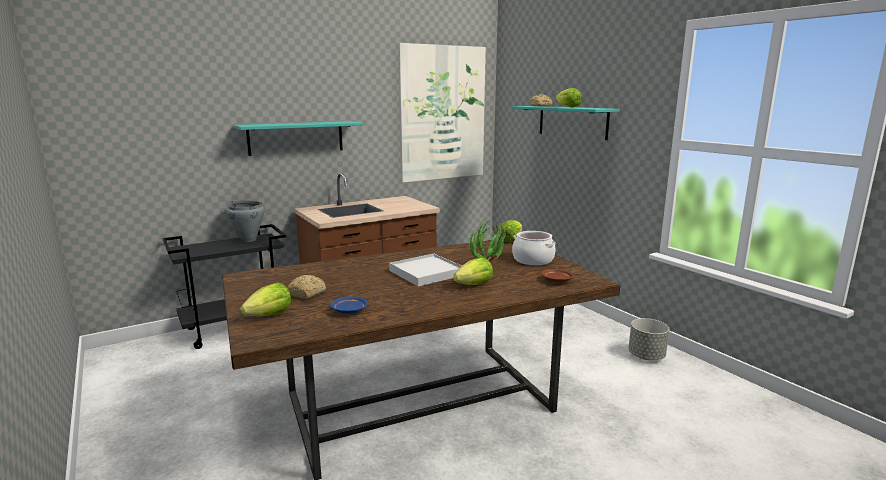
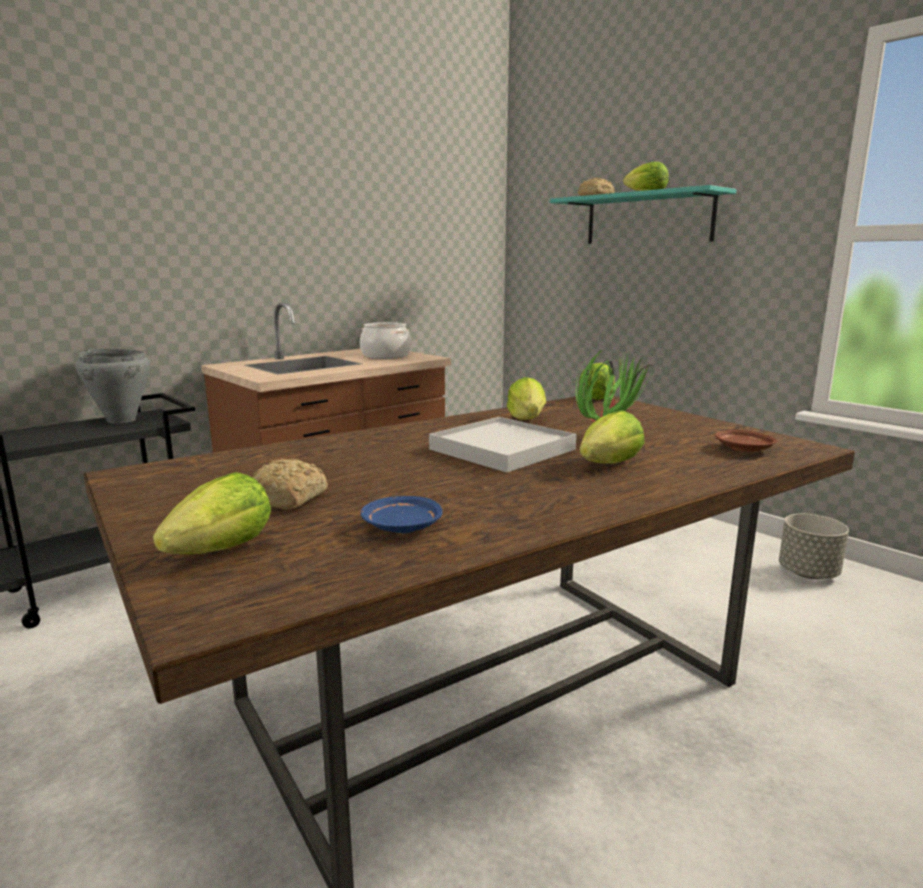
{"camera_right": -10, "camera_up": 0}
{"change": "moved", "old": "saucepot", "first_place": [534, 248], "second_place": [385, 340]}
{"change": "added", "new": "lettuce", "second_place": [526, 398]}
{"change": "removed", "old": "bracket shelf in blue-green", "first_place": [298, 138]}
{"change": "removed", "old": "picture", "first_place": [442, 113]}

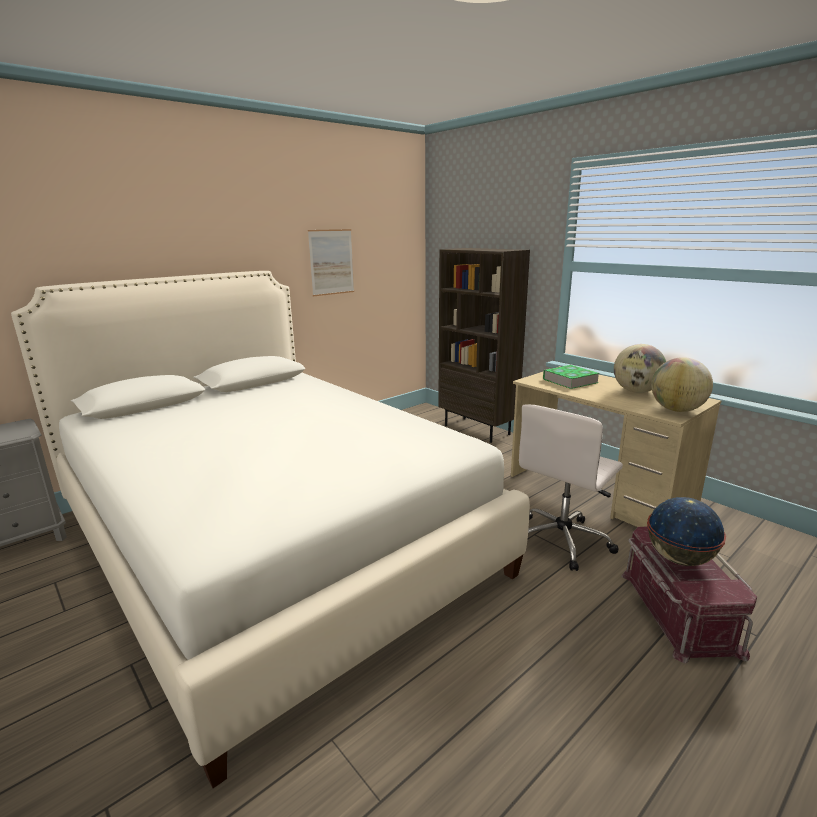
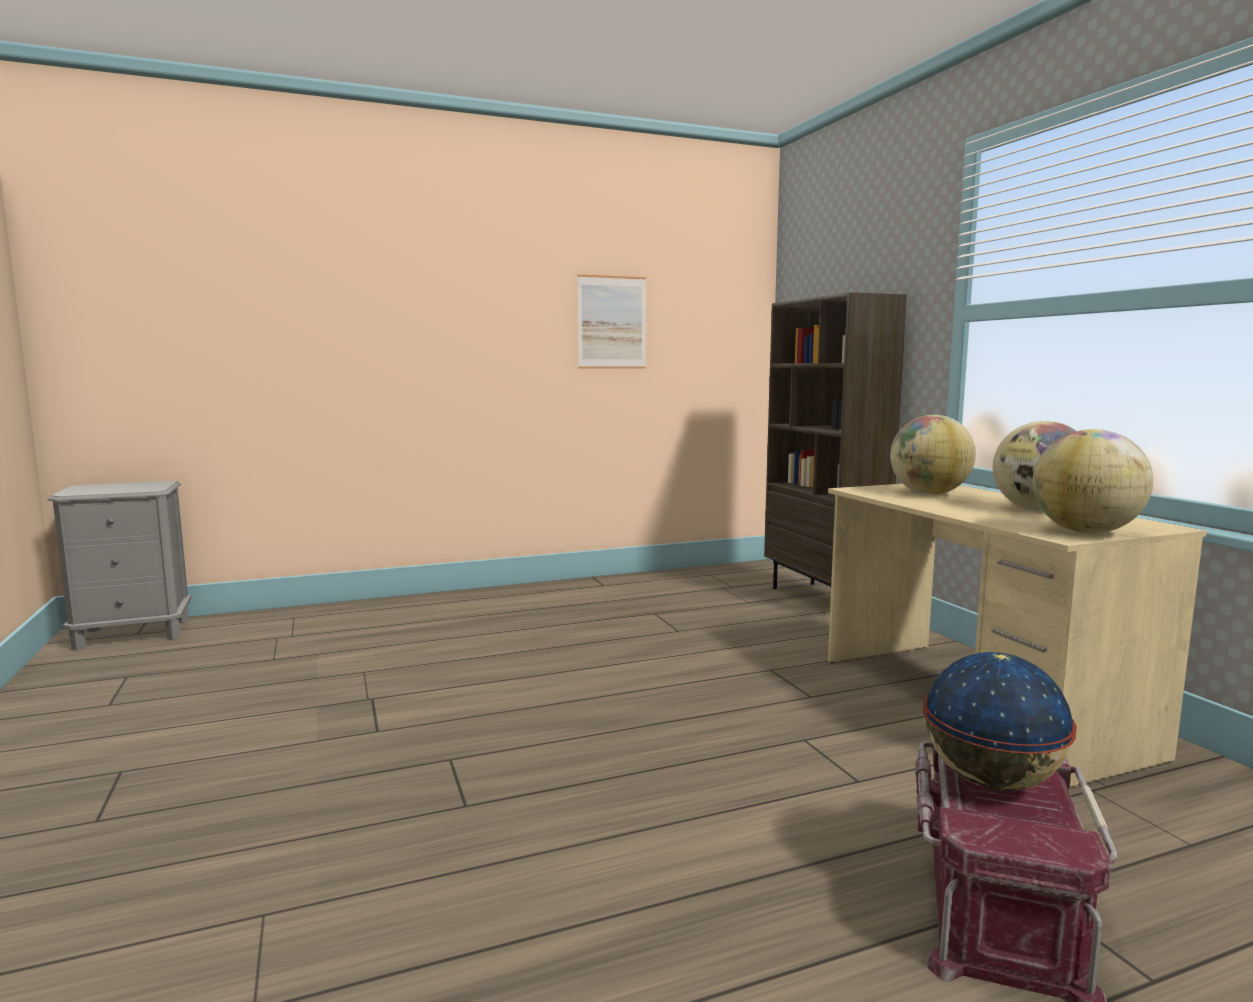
{"camera_right": 20, "camera_up": -10}
{"change": "replaced", "old": "bound book", "new": "desk globe", "first_place": [571, 377], "second_place": [933, 455]}
{"change": "removed", "old": "bed in whitish", "first_place": [270, 529]}
{"change": "removed", "old": "office chair in whitish", "first_place": [571, 487]}

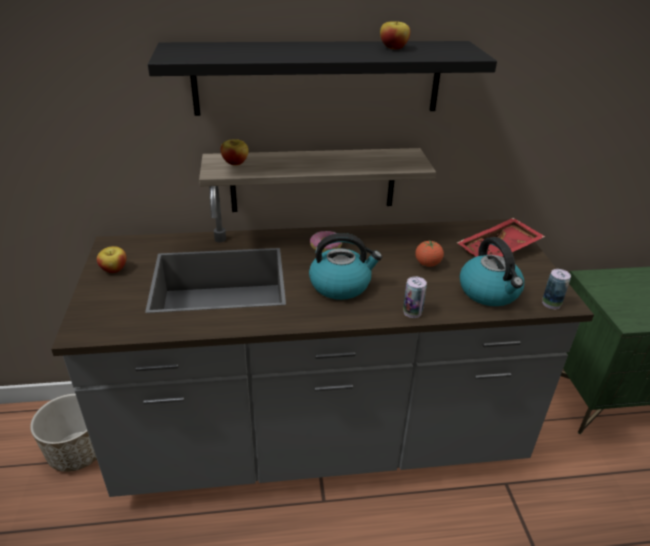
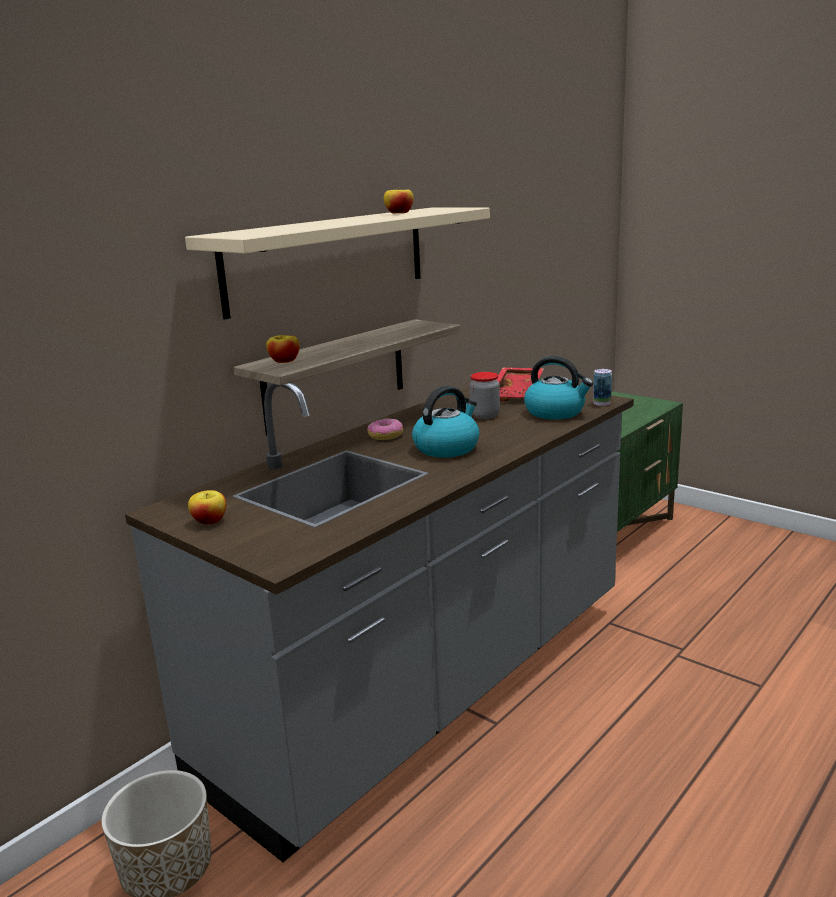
{"camera_right": -40, "camera_up": -15}
{"change": "recoloured", "old": "bracket shelf in black", "new": "bracket shelf in sand-coloured", "first_place": [322, 78], "second_place": [337, 263]}
{"change": "replaced", "old": "fresh tomato", "new": "storage jar", "first_place": [429, 253], "second_place": [485, 395]}
{"change": "removed", "old": "sealed can", "first_place": [415, 297]}

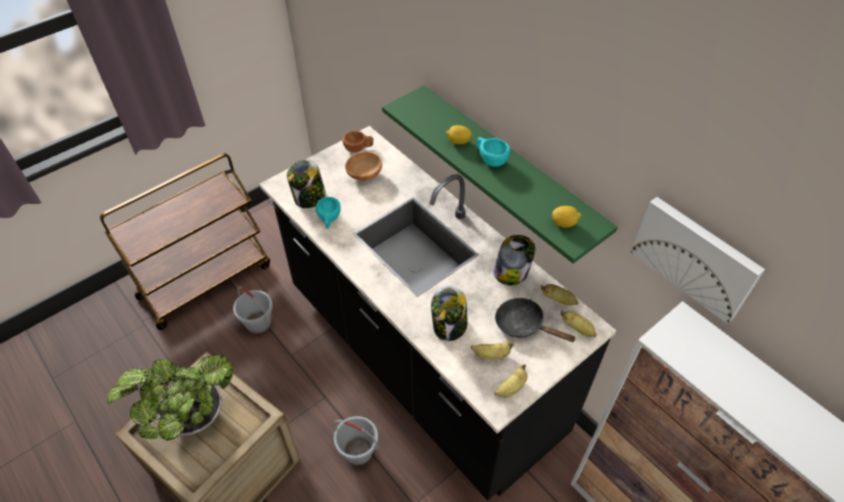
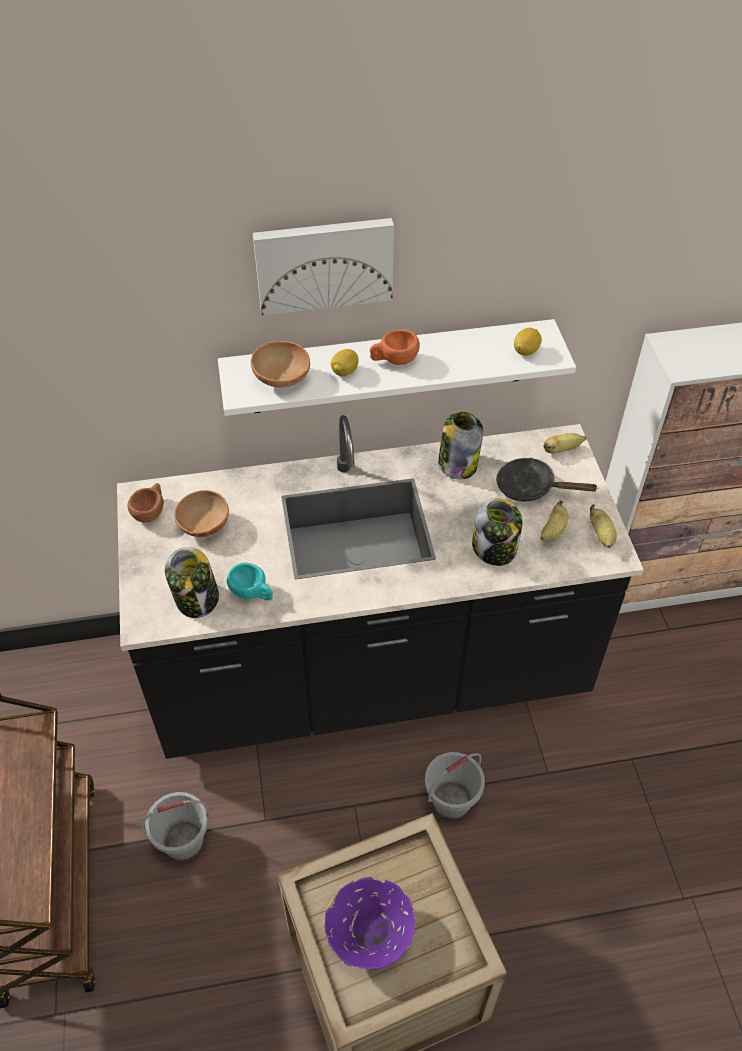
{"camera_right": -60, "camera_up": 0}
{"change": "recoloured", "old": "bracket shelf in green-coloured", "new": "bracket shelf in whitish", "first_place": [500, 174], "second_place": [397, 367]}
{"change": "added", "new": "serving bowl in brownish", "second_place": [280, 364]}
{"change": "moved", "old": "picture", "first_place": [698, 260], "second_place": [323, 266]}
{"change": "replaced", "old": "potted plant", "new": "serving bowl in purple", "first_place": [170, 397], "second_place": [370, 923]}
{"change": "recoloured", "old": "small cup in blue-green", "new": "small cup in orange", "first_place": [494, 152], "second_place": [395, 347]}
{"change": "turned", "old": "pan in black", "first_place": [535, 320], "second_place": [547, 479], "degrees": 45}
{"change": "removed", "old": "banana", "first_place": [559, 295]}

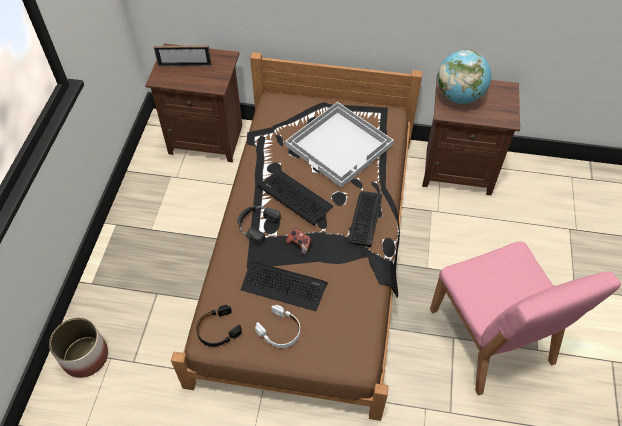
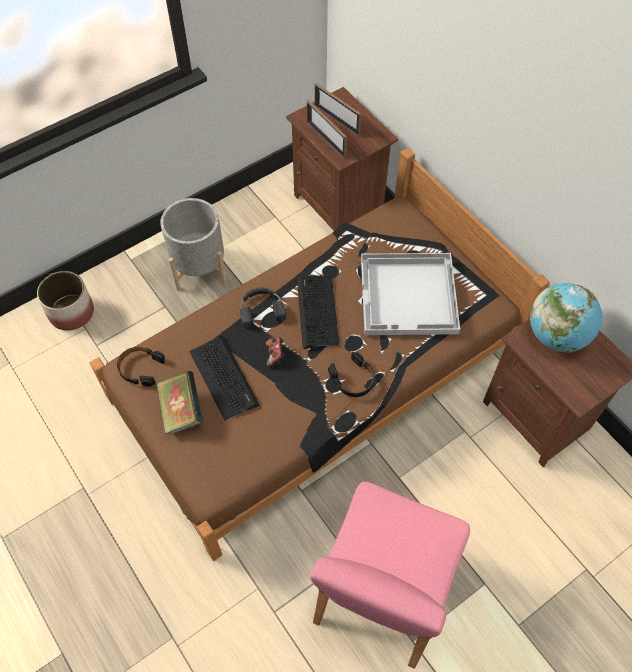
{"camera_right": 45, "camera_up": 5}
{"change": "replaced", "old": "pair of headphones in whitish", "new": "bound book", "first_place": [277, 326], "second_place": [179, 403]}
{"change": "added", "new": "flower pot in gray", "second_place": [193, 244]}
{"change": "added", "new": "picture frame", "second_place": [327, 129]}
{"change": "replaced", "old": "computer keyboard", "new": "pair of headphones in black", "first_place": [365, 219], "second_place": [351, 374]}

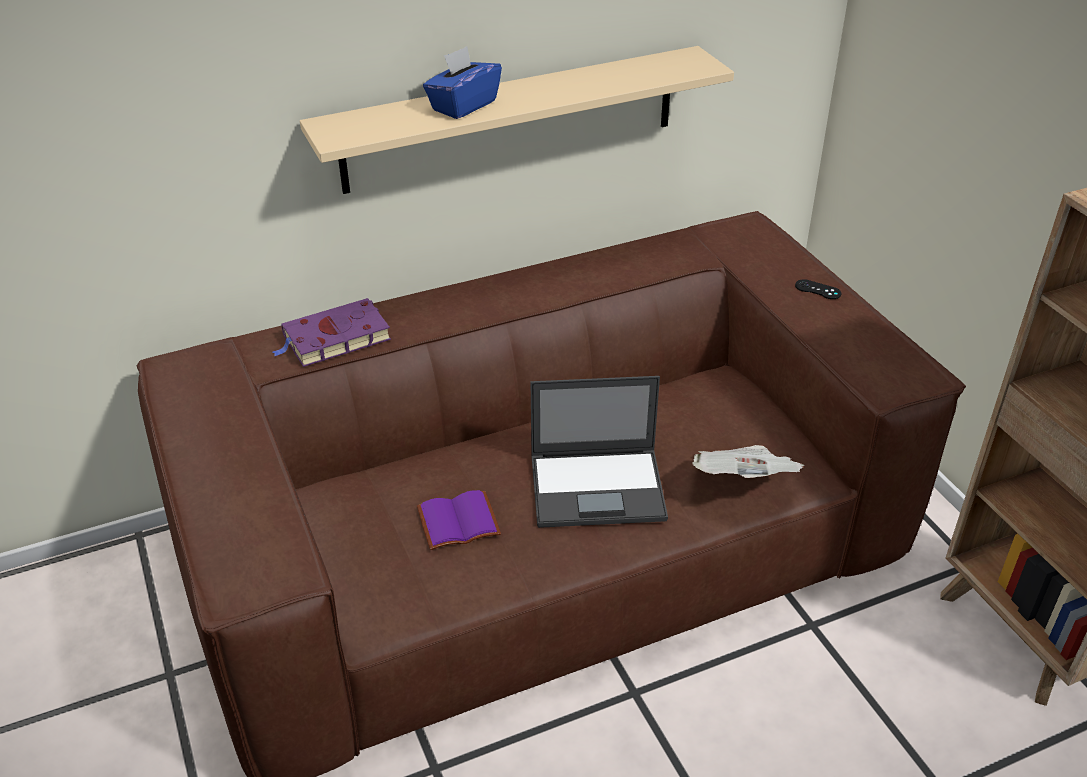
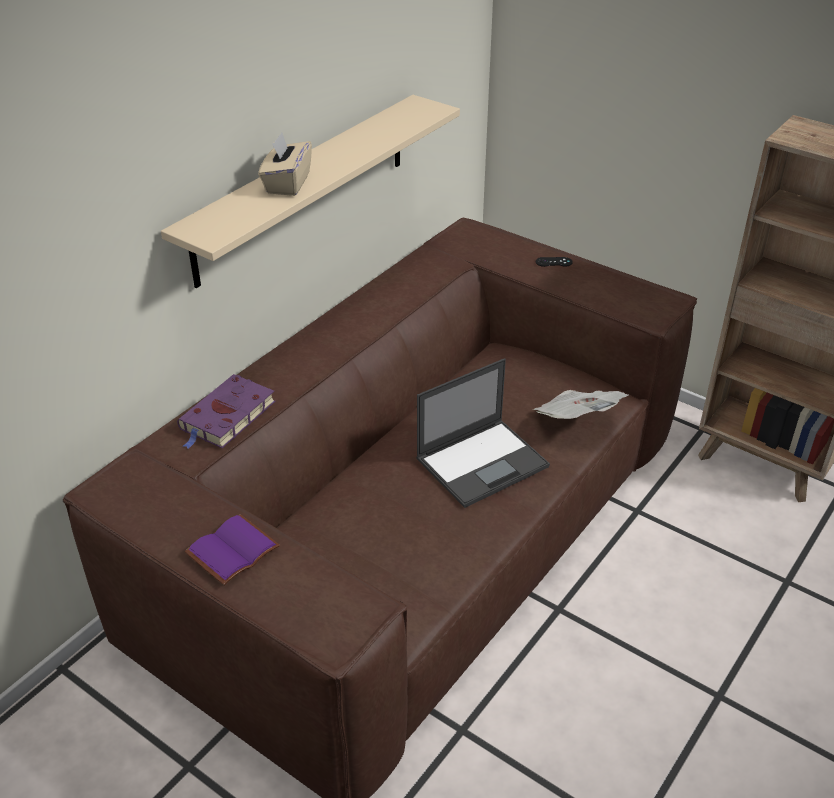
{"camera_right": -30, "camera_up": 0}
{"change": "moved", "old": "bound book in purple", "first_place": [459, 520], "second_place": [232, 549]}
{"change": "recoloured", "old": "box of tissues in bluish", "new": "box of tissues in sand-coloured", "first_place": [462, 82], "second_place": [285, 164]}

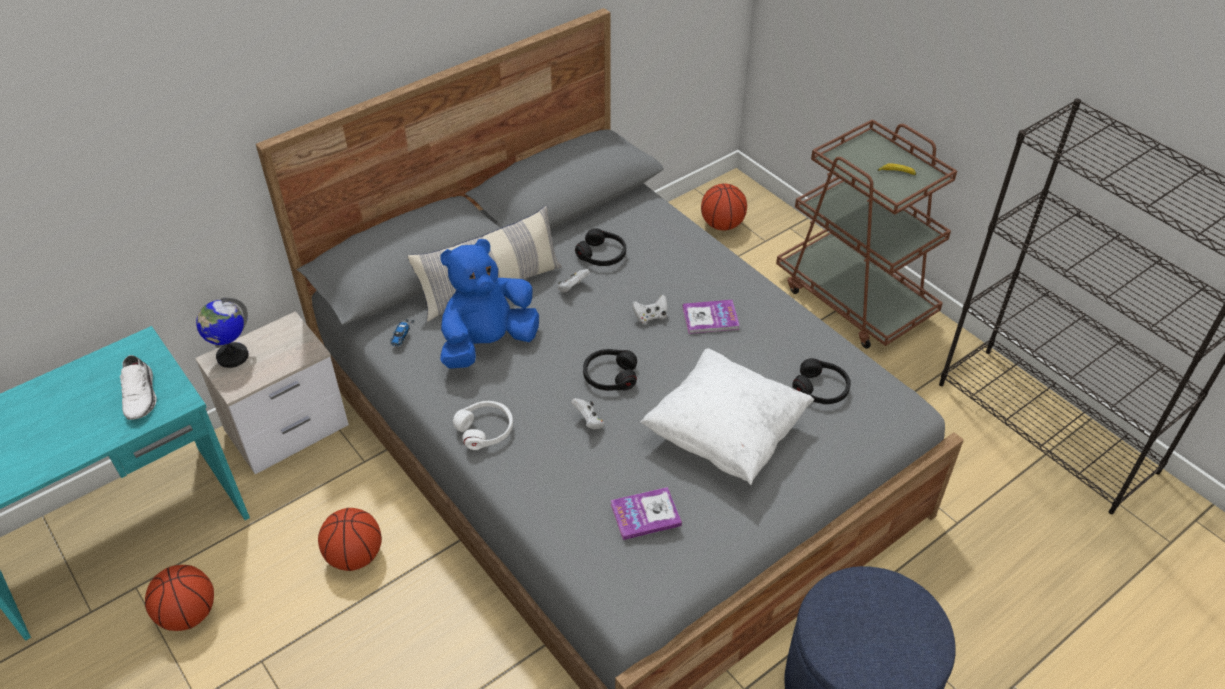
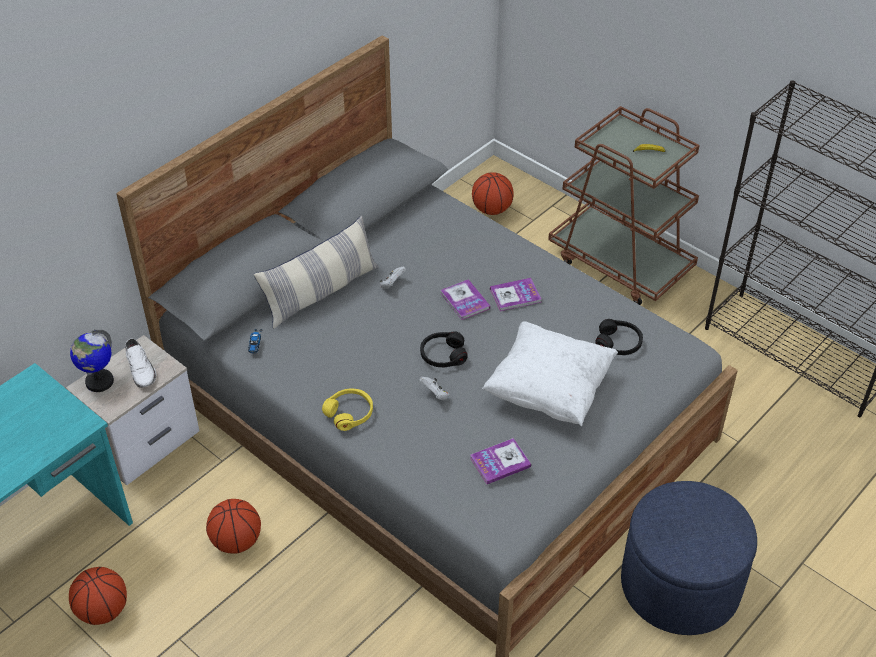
{"camera_right": -10, "camera_up": 0}
{"change": "moved", "old": "low shoe in whitish", "first_place": [138, 387], "second_place": [140, 363]}
{"change": "recoloured", "old": "pair of headphones in whitish", "new": "pair of headphones in yellowish", "first_place": [483, 425], "second_place": [347, 410]}
{"change": "replaced", "old": "gamepad in whitish", "new": "bound book", "first_place": [649, 309], "second_place": [465, 299]}
{"change": "removed", "old": "plush toy in bluish", "first_place": [489, 304]}
{"change": "removed", "old": "pair of headphones in black", "first_place": [600, 247]}

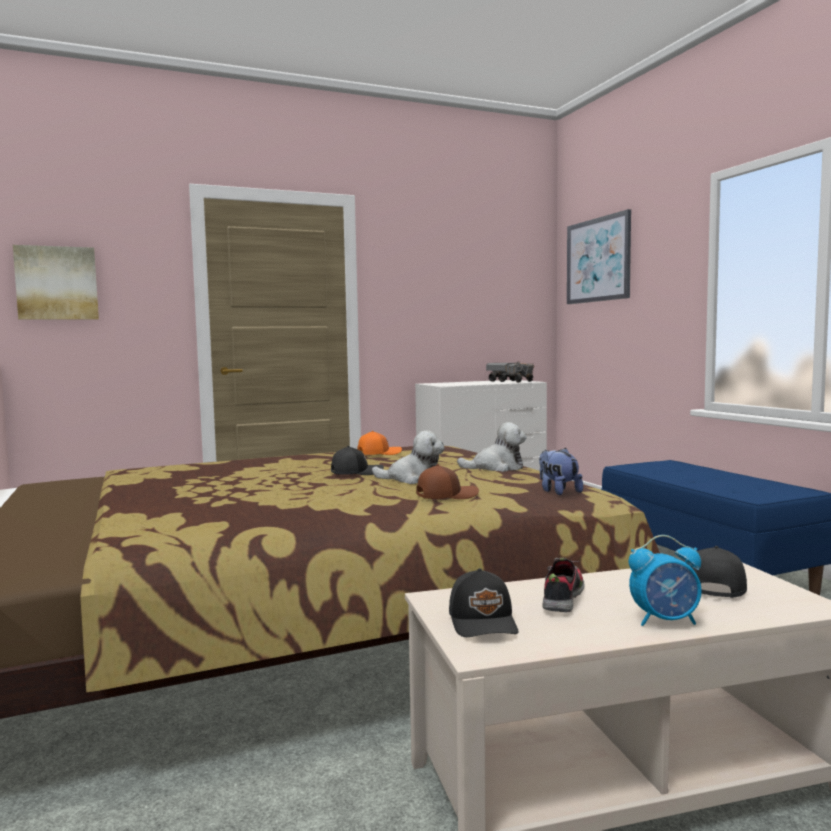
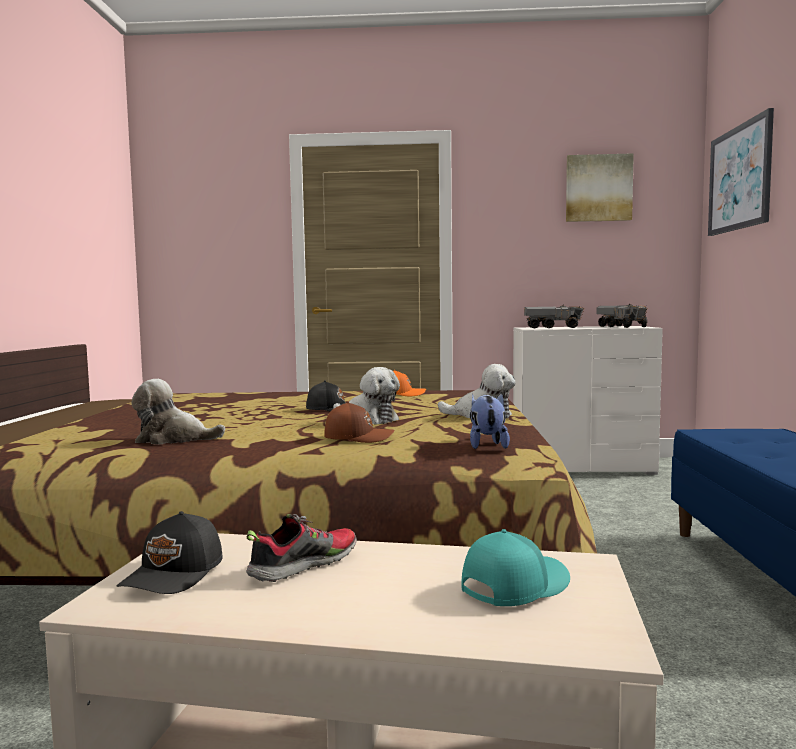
{"camera_right": 25, "camera_up": 0}
{"change": "added", "new": "plush toy", "second_place": [178, 412]}
{"change": "recoloured", "old": "peaked cap in black", "new": "peaked cap in blue-green", "first_place": [718, 572], "second_place": [515, 567]}
{"change": "added", "new": "toy truck", "second_place": [554, 316]}
{"change": "moved", "old": "picture", "first_place": [56, 282], "second_place": [600, 187]}
{"change": "removed", "old": "alarm clock", "first_place": [665, 580]}

